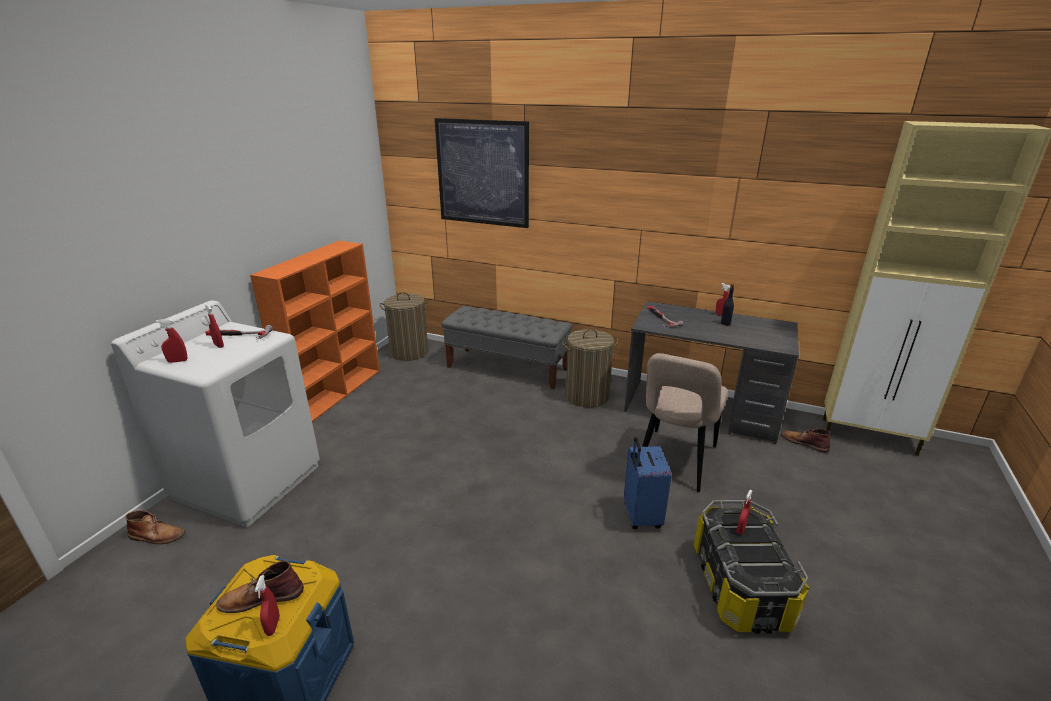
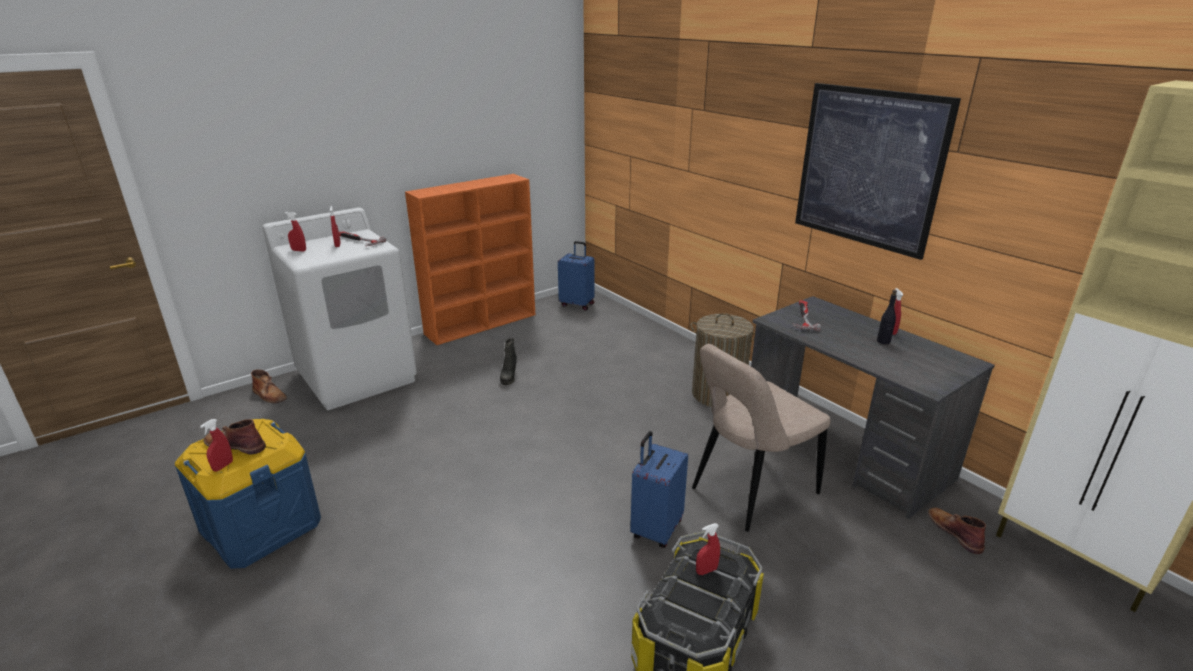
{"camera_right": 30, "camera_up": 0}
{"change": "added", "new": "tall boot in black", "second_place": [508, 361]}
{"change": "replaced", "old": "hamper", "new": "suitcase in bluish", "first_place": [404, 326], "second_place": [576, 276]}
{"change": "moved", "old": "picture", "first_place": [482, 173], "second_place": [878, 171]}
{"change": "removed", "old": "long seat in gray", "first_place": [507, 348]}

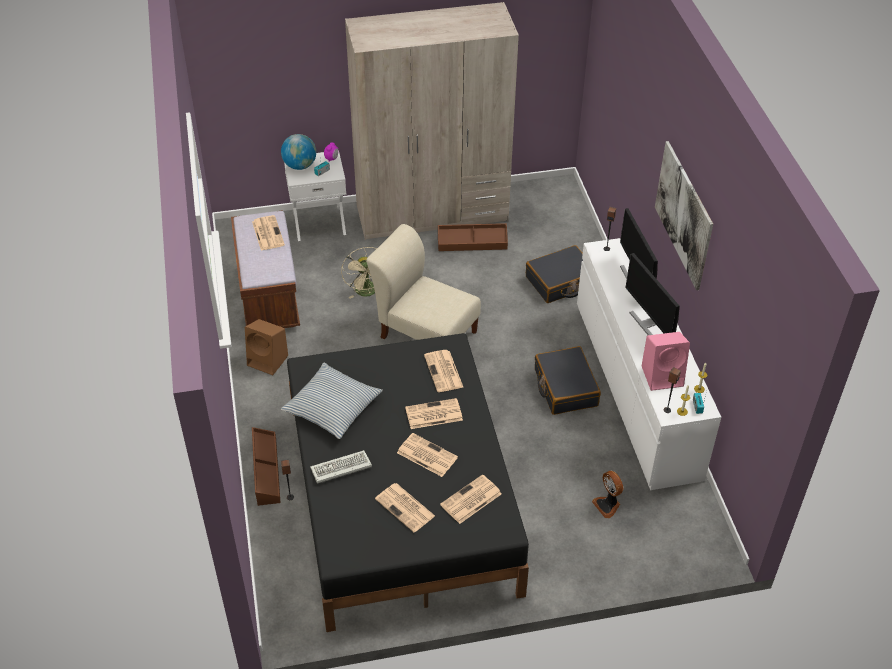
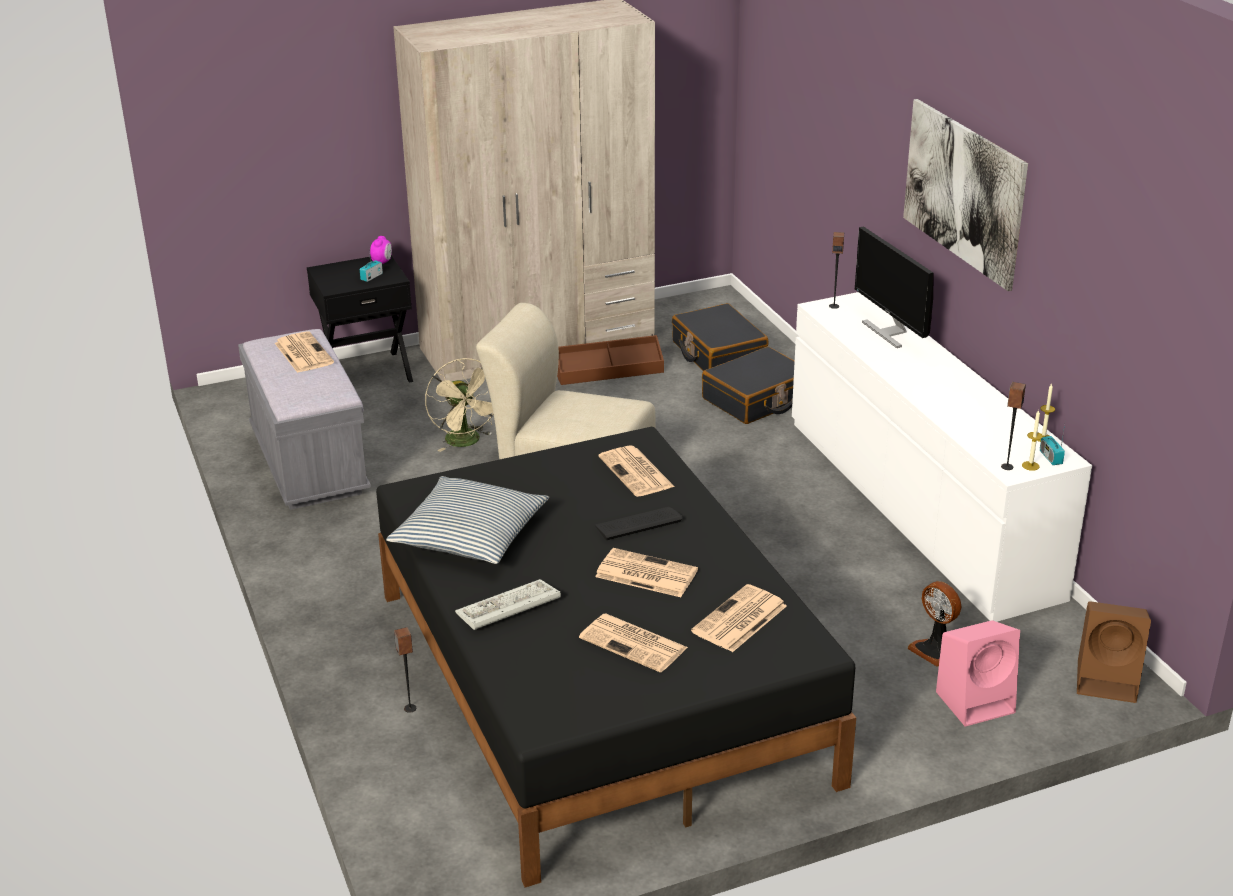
{"camera_right": -10, "camera_up": -15}
{"change": "recoloured", "old": "long seat in brownish", "new": "long seat in gray", "first_place": [265, 269], "second_place": [304, 419]}
{"change": "recoloured", "old": "nightstand in whitish", "new": "nightstand in black", "first_place": [315, 195], "second_place": [360, 319]}
{"change": "replaced", "old": "newspaper", "new": "computer keyboard", "first_place": [434, 413], "second_place": [639, 523]}
{"change": "moved", "old": "suitcase in black", "first_place": [568, 380], "second_place": [720, 337]}
{"change": "moved", "old": "speaker in pink-coloured", "first_place": [666, 361], "second_place": [978, 673]}
{"change": "moved", "old": "speaker in brownish", "first_place": [266, 347], "second_place": [1114, 652]}
{"change": "removed", "old": "storage box in brownish", "first_place": [266, 466]}
{"change": "removed", "old": "desk globe", "first_place": [298, 152]}
{"change": "removed", "old": "computer screen", "first_place": [652, 294]}

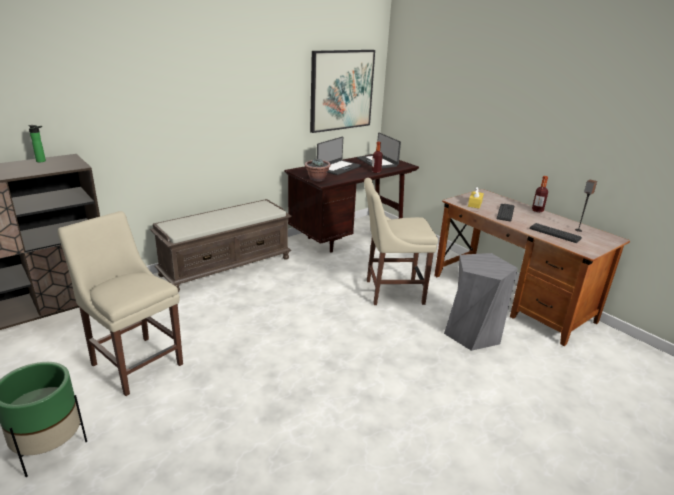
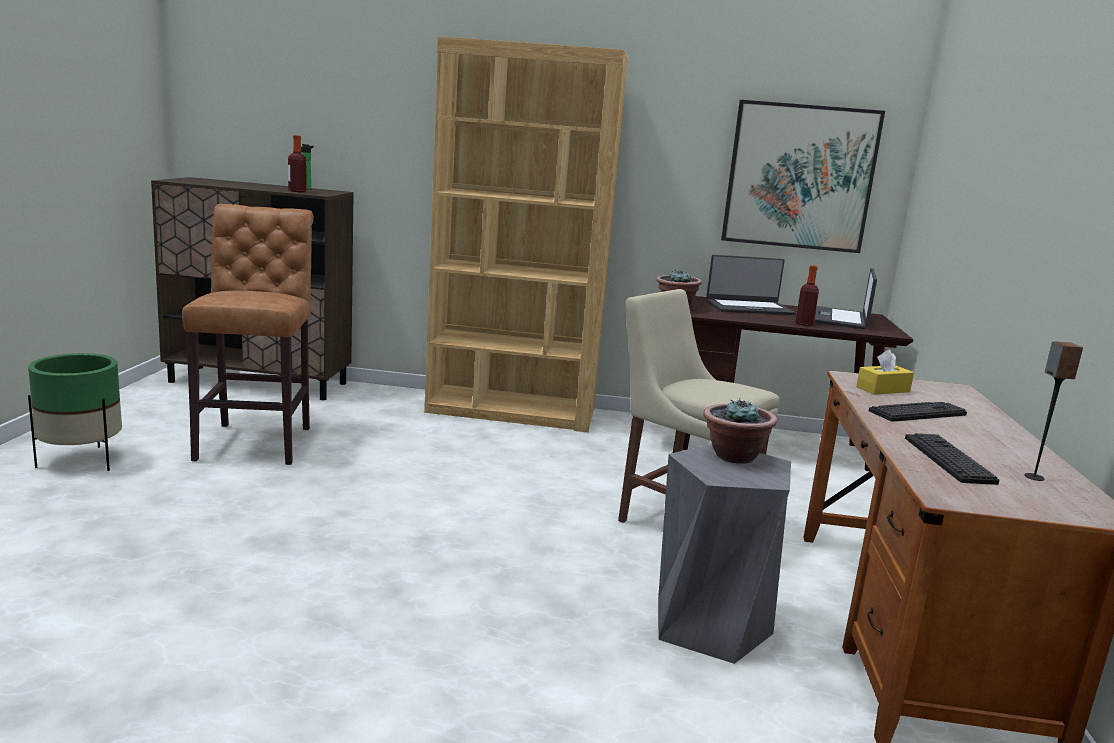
{"camera_right": 45, "camera_up": -10}
{"change": "replaced", "old": "upright chair in sand-coloured", "new": "stool seat in brownish", "first_place": [120, 303], "second_place": [248, 334]}
{"change": "moved", "old": "bottle", "first_place": [540, 194], "second_place": [297, 163]}
{"change": "replaced", "old": "long seat in brownish", "new": "bookshelf in brownish", "first_place": [221, 245], "second_place": [526, 234]}
{"change": "added", "new": "potted plant", "second_place": [740, 431]}

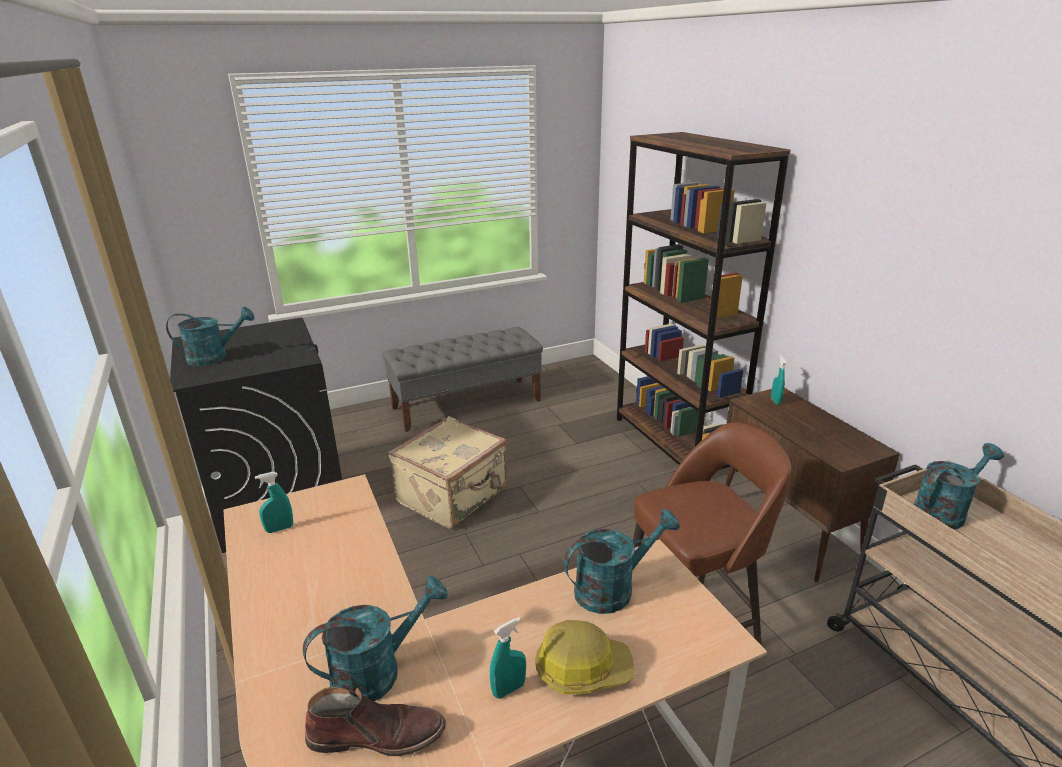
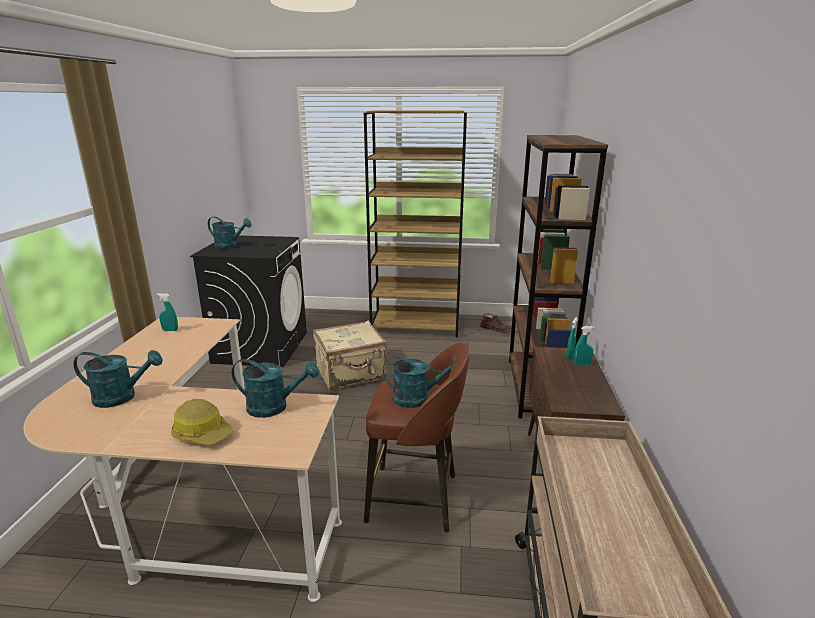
{"camera_right": 30, "camera_up": -5}
{"change": "replaced", "old": "long seat in gray", "new": "bookshelf in brownish", "first_place": [463, 379], "second_place": [415, 224]}
{"change": "moved", "old": "sprinkling can in blue-green", "first_place": [959, 486], "second_place": [419, 382]}
{"change": "moved", "old": "tall boot in brownish", "first_place": [375, 721], "second_place": [496, 323]}
{"change": "moved", "old": "sprayer in blue-green", "first_place": [508, 658], "second_place": [584, 345]}

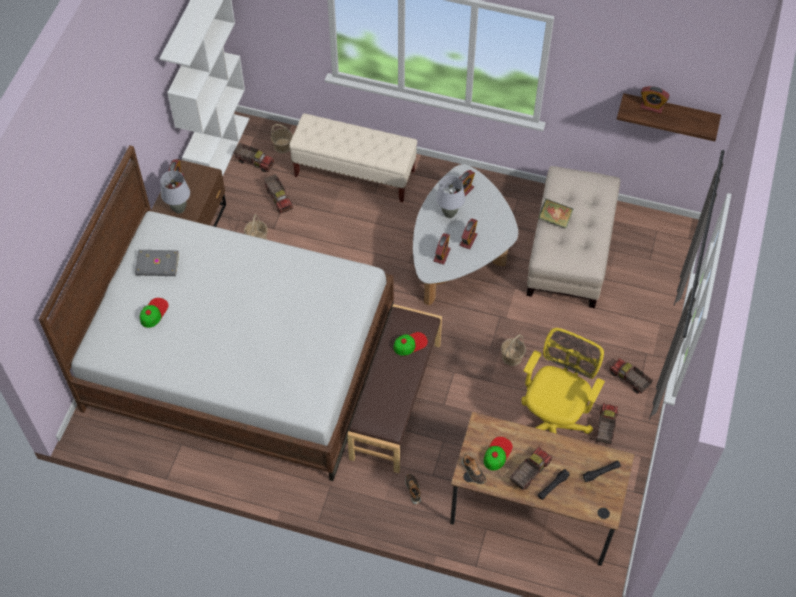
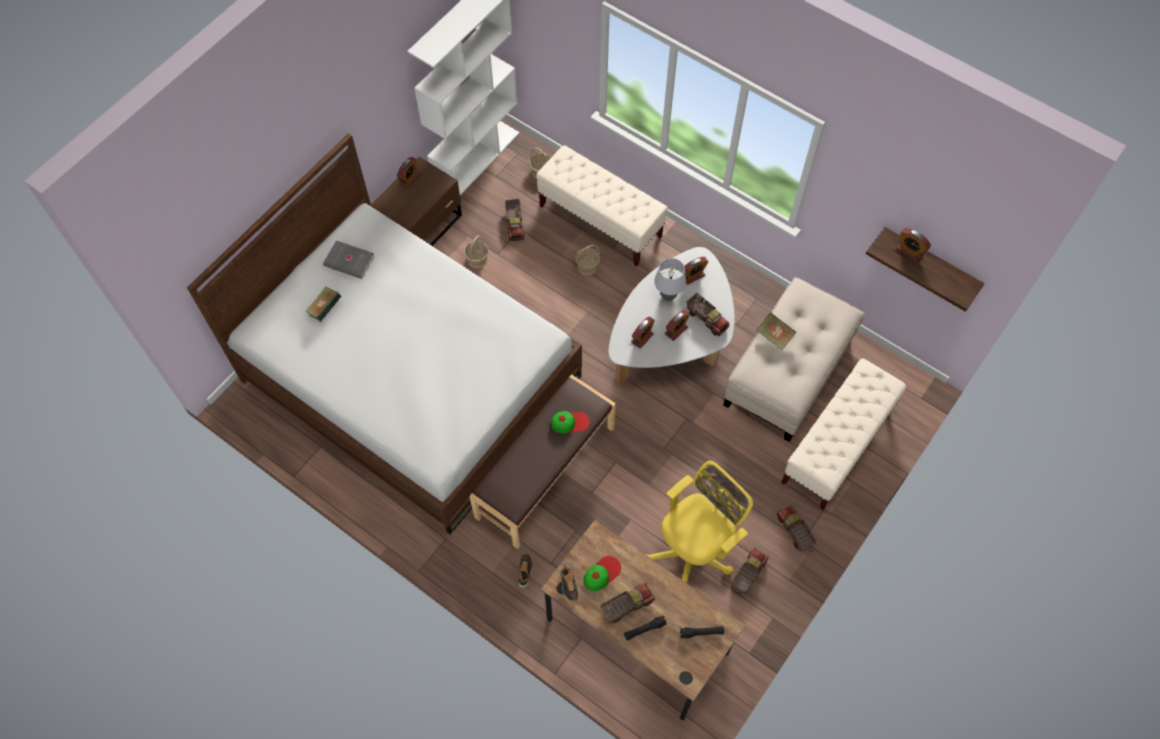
{"camera_right": 20, "camera_up": 5}
{"change": "replaced", "old": "peaked cap", "new": "bound book", "first_place": [154, 313], "second_place": [323, 304]}
{"change": "moved", "old": "household basket", "first_place": [513, 350], "second_place": [587, 260]}
{"change": "moved", "old": "toy truck", "first_place": [254, 157], "second_place": [708, 315]}
{"change": "added", "new": "long seat in sand-coloured", "second_place": [843, 434]}
{"change": "removed", "old": "lamp for a table in gray", "first_place": [175, 192]}

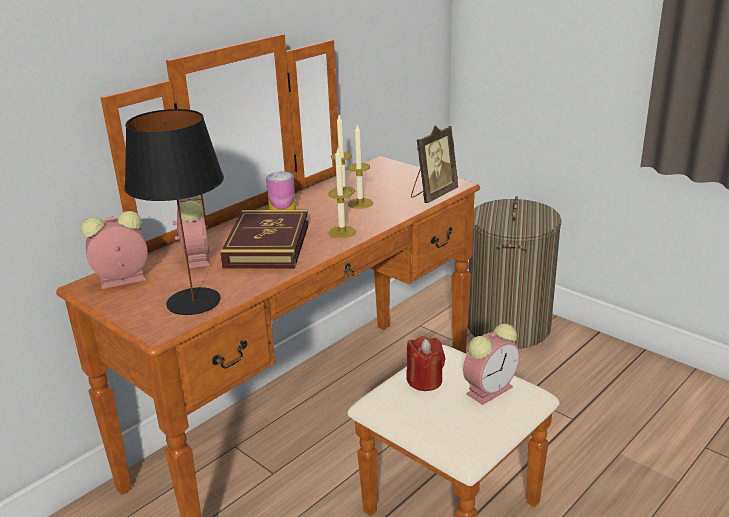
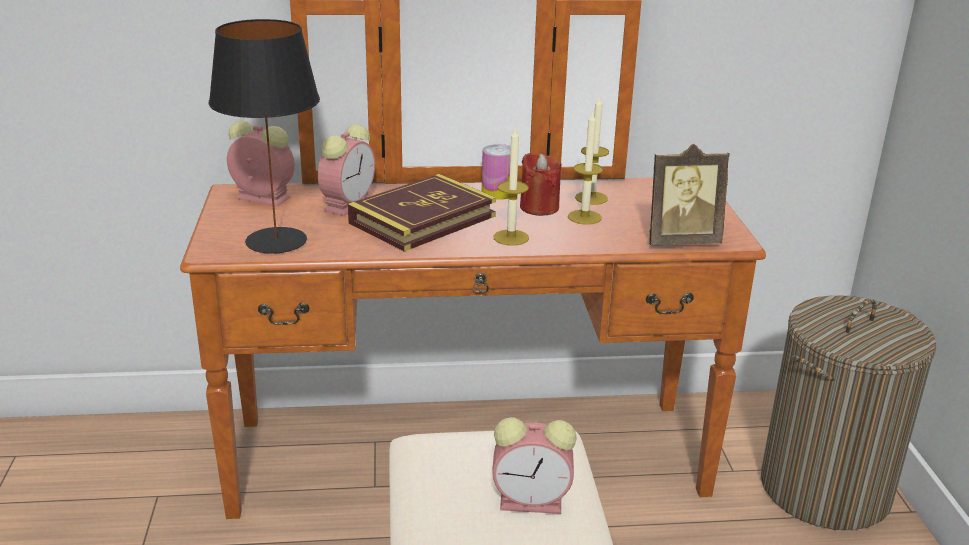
{"camera_right": 40, "camera_up": 0}
{"change": "moved", "old": "candle in reddish", "first_place": [425, 363], "second_place": [540, 184]}

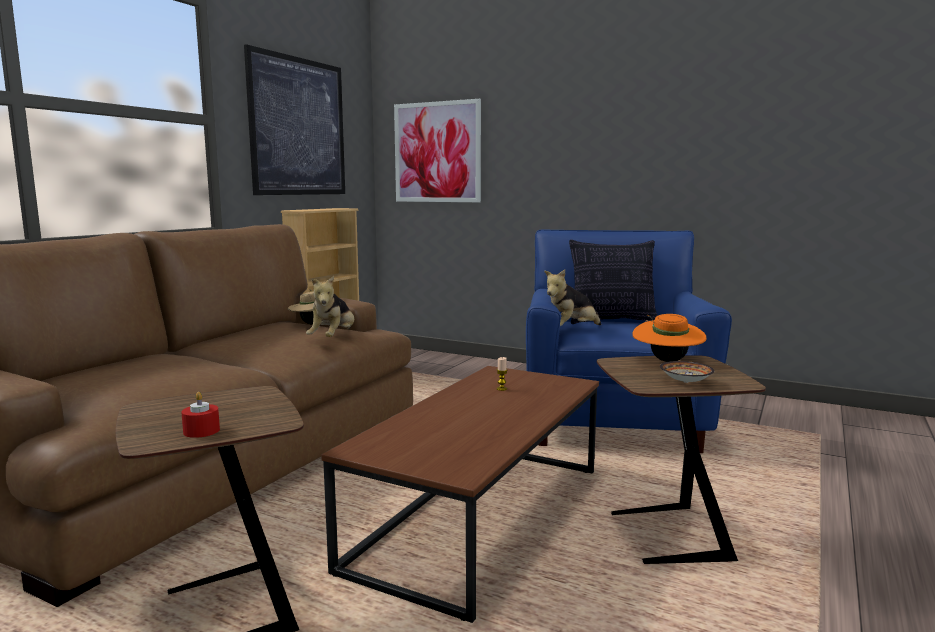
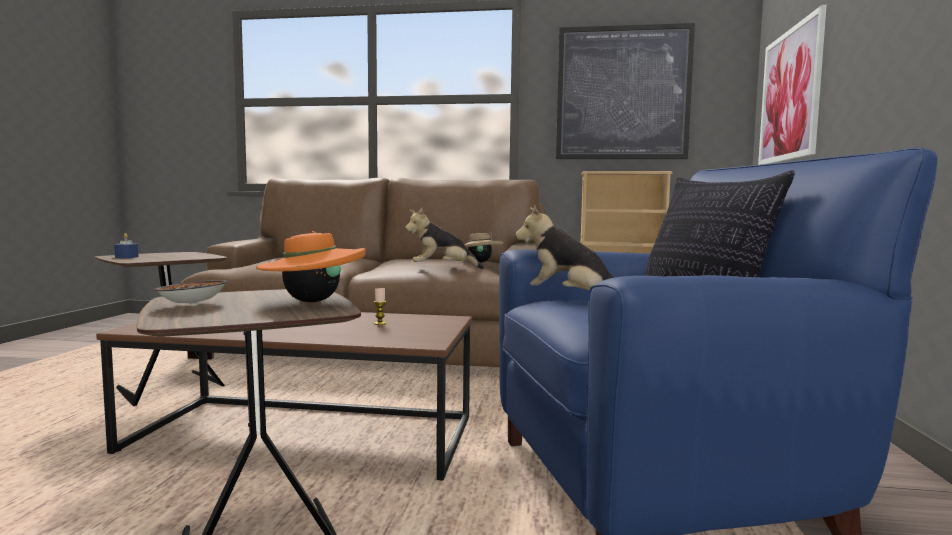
{"camera_right": 70, "camera_up": -5}
{"change": "recoloured", "old": "candle in reddish", "new": "candle in bluish", "first_place": [200, 415], "second_place": [126, 245]}

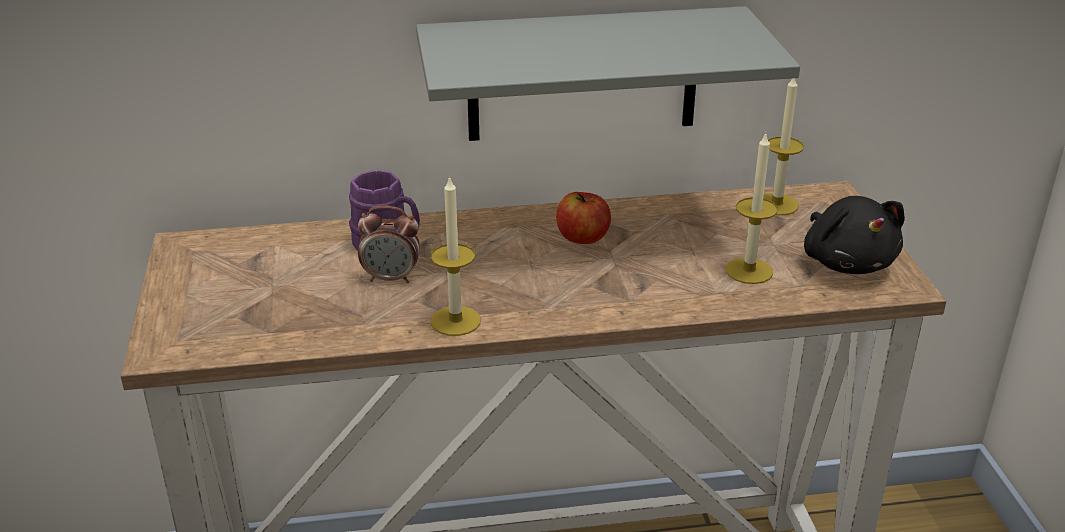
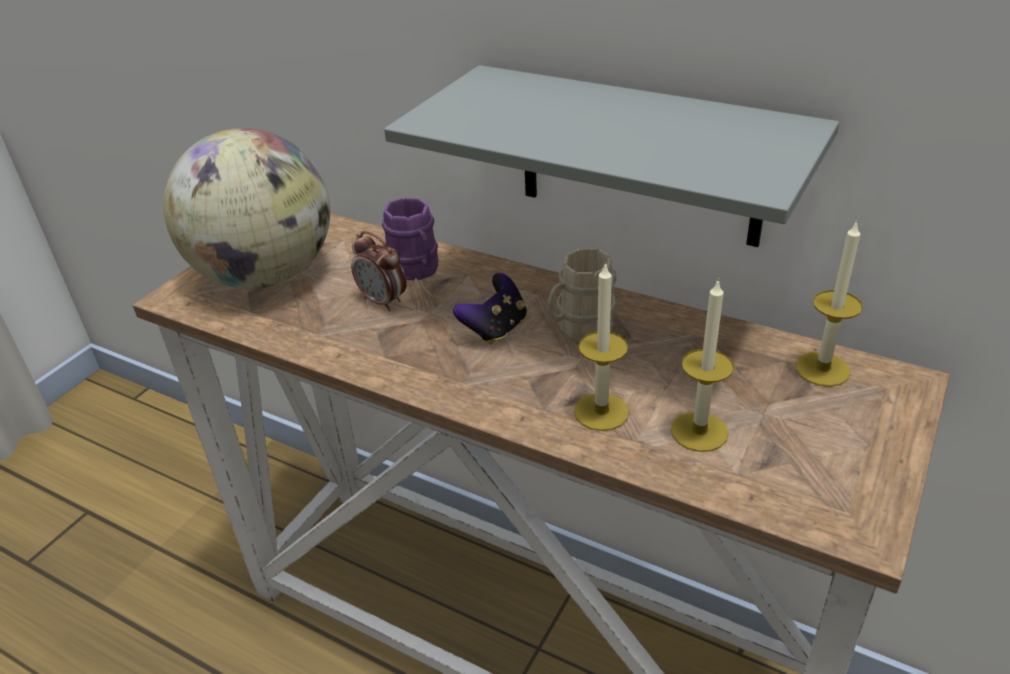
{"camera_right": 40, "camera_up": 5}
{"change": "added", "new": "desk globe", "second_place": [247, 208]}
{"change": "added", "new": "gamepad", "second_place": [490, 309]}
{"change": "replaced", "old": "apple", "new": "mug in sand-coloured", "first_place": [583, 218], "second_place": [582, 294]}
{"change": "moved", "old": "candle", "first_place": [456, 255], "second_place": [601, 346]}
{"change": "removed", "old": "plush toy in black", "first_place": [854, 235]}

